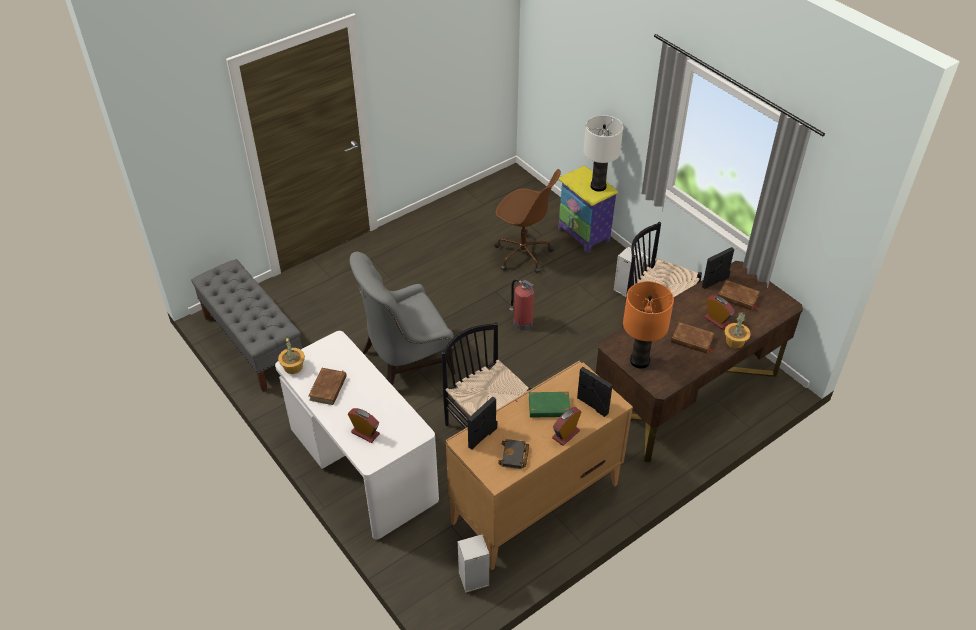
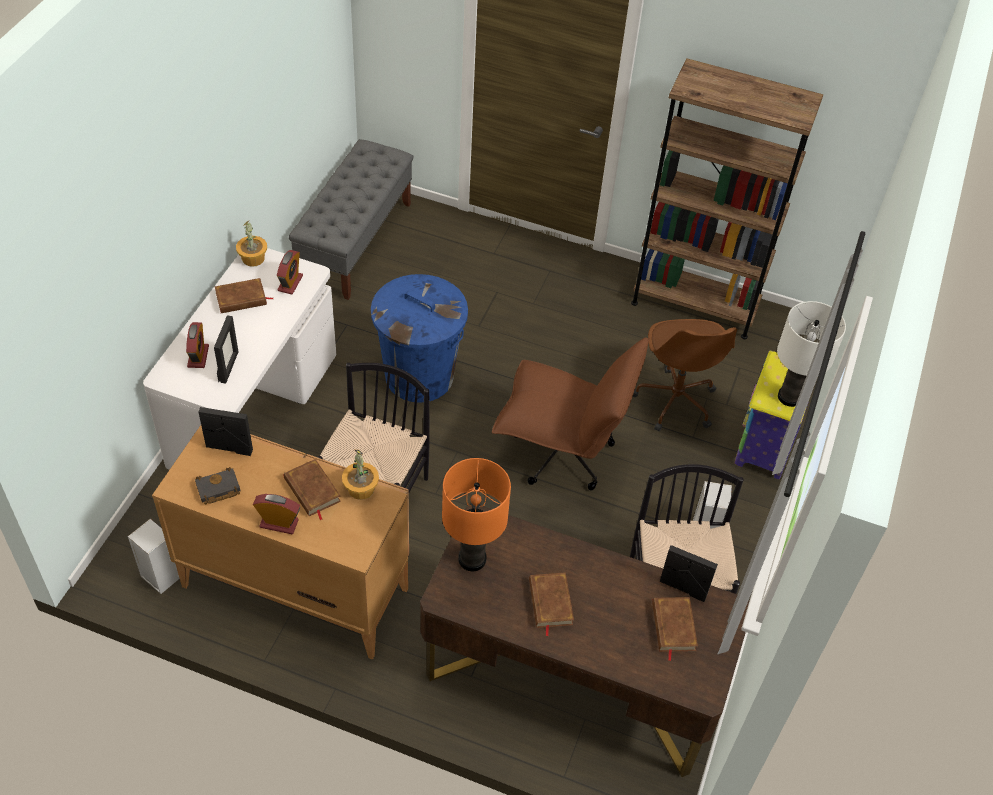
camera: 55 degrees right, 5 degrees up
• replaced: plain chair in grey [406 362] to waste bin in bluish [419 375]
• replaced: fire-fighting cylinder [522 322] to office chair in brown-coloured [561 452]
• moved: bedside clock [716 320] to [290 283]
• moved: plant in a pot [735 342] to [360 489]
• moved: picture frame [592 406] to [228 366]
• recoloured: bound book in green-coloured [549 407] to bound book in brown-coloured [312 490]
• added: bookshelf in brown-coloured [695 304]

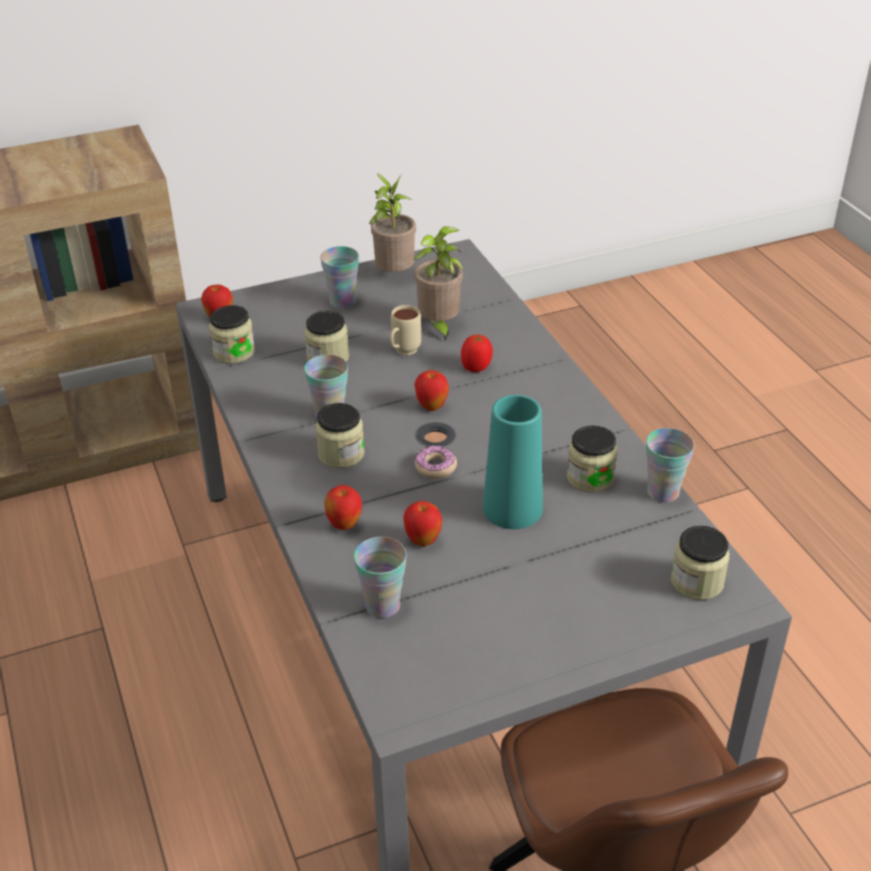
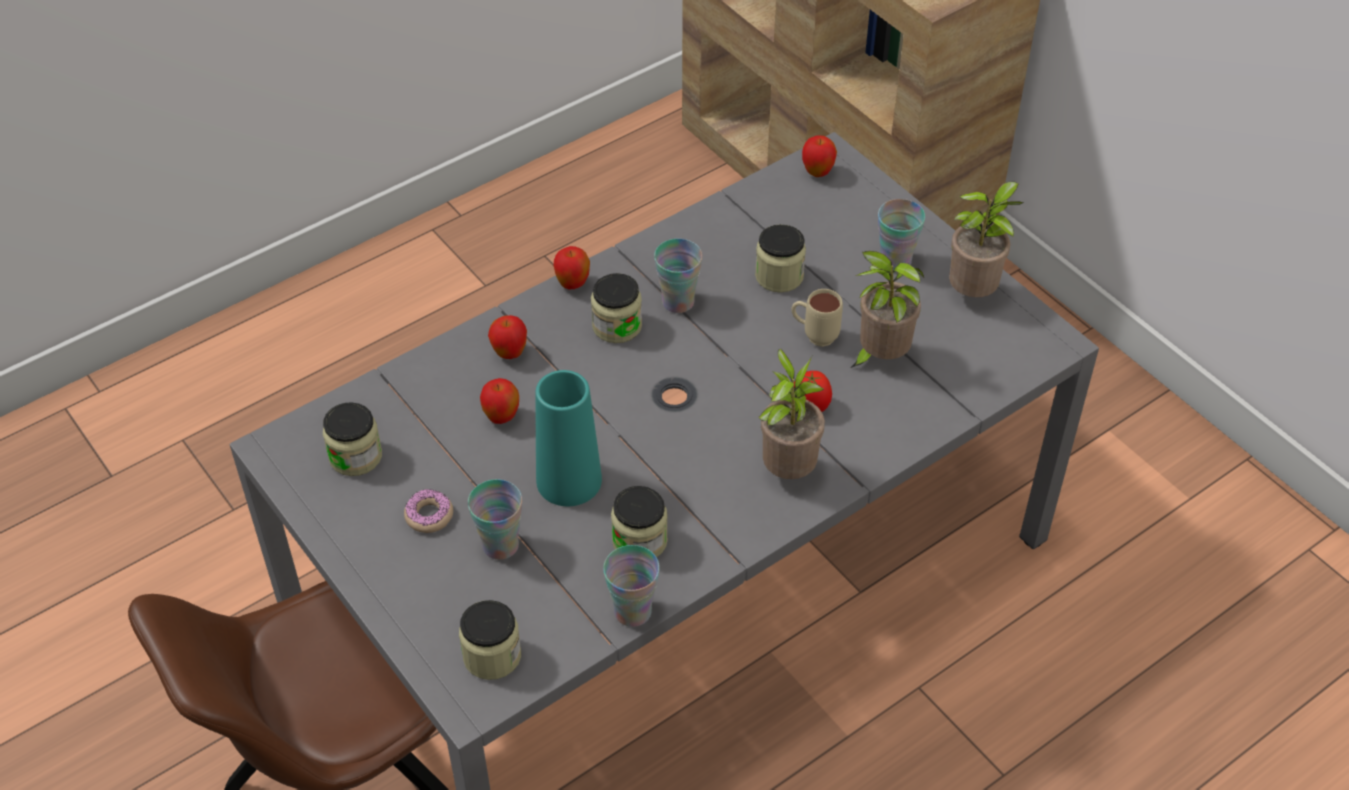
camera: 75 degrees right, 10 degrees up
• moved: jar [234 352] to [355 456]
• moved: whole apple [431 407] to [572 284]
• moved: ring doughnut [435 467] to [429 516]
• moved: drinking cup [382 605] to [500 545]
• added: plant in a pot [787 469]

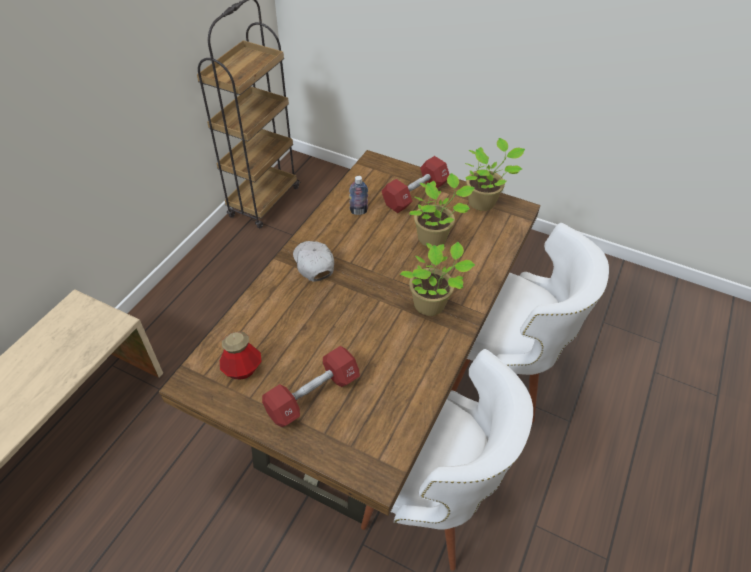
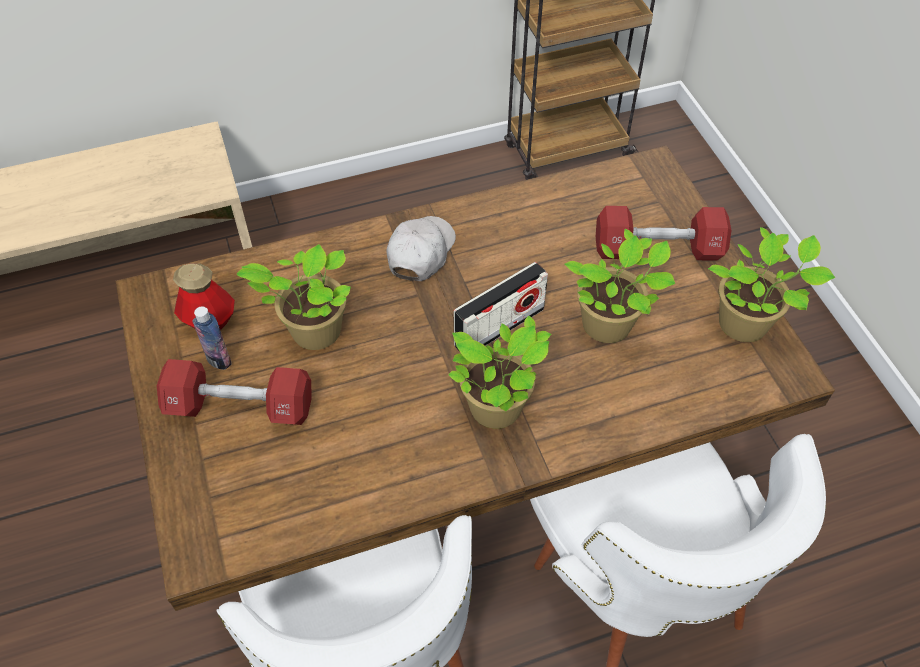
camera: 45 degrees right, 5 degrees up
• moved: drink bottle [358 211] to [218 360]
• added: plant in a pot [312 332]
• added: radio receiver [499 327]

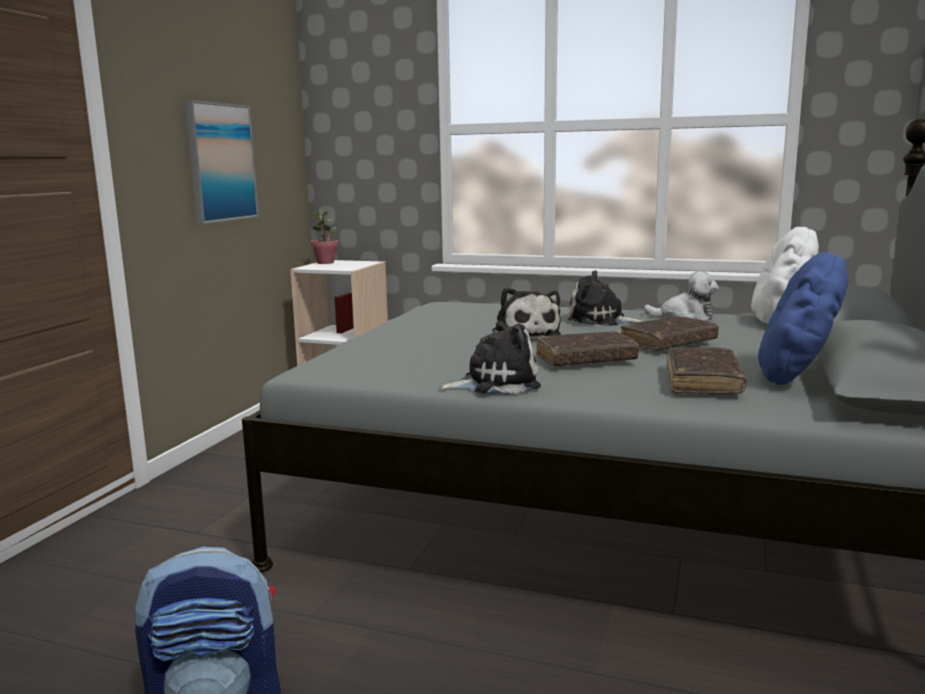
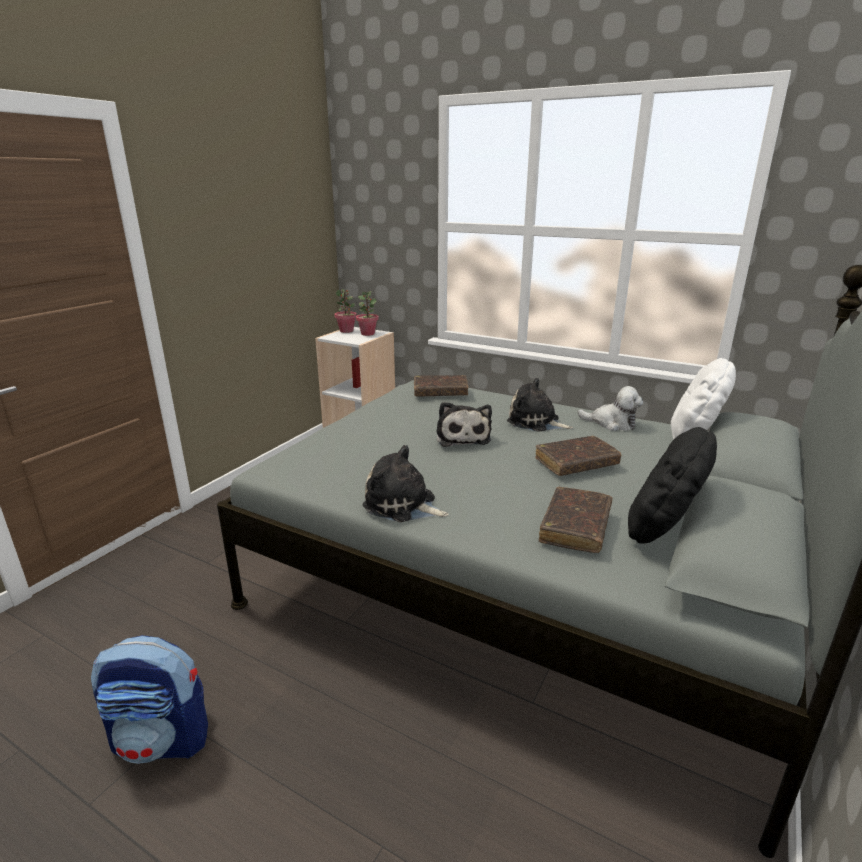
camera: 10 degrees right, 10 degrees up
• removed: wall picture [221 162]
• recoloured: cushion in bluish [795 380] to cushion in blackish [662 533]
• turned: plush toy [496 383] = [403 505] 150 degrees counterclockwise
• moved: bound book in brown-coloured [585 359] to [440 392]
• added: plant in a pot [368 334]

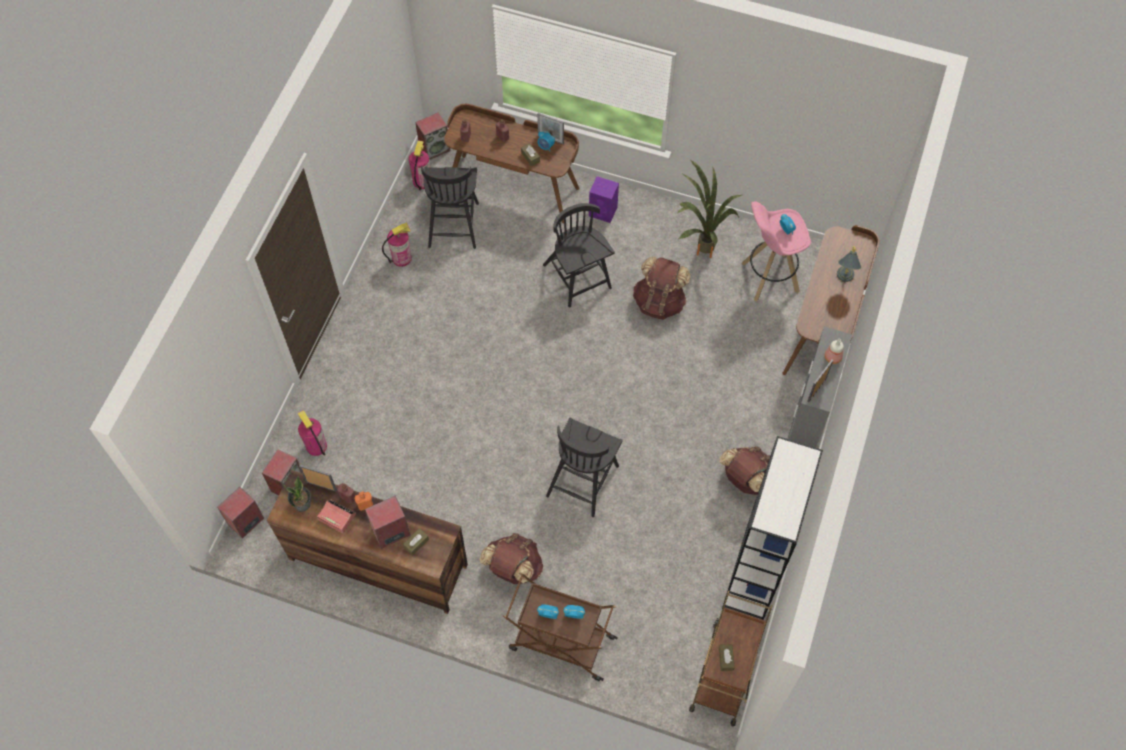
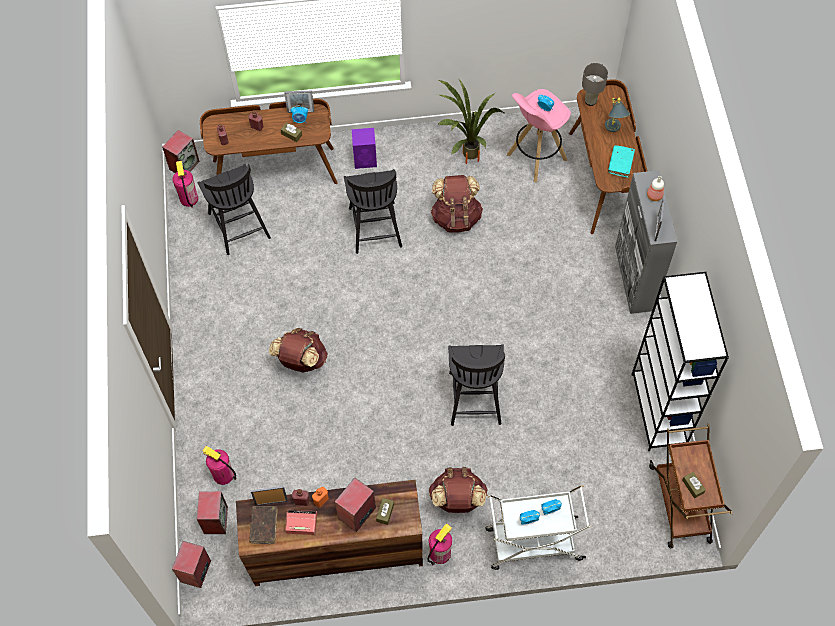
camera: 25 degrees left, 0 degrees up
• turned: plain chair in blackish [578 277] = [375 225] 135 degrees counterclockwise
• moved: fire-fighting cylinder [401 258] to [440 553]
• moved: backpack in brown-coloured [746 479] to [301 361]
• replaced: plant in a pot [302 504] to bound book in brown-coloured [264 526]
• recoloured: trolley in brown-coloured [561 643] to trolley in white-coloured [533 544]
• added: tabletop lamp in grey [591 101]
• added: bound book in turquoise [620 163]

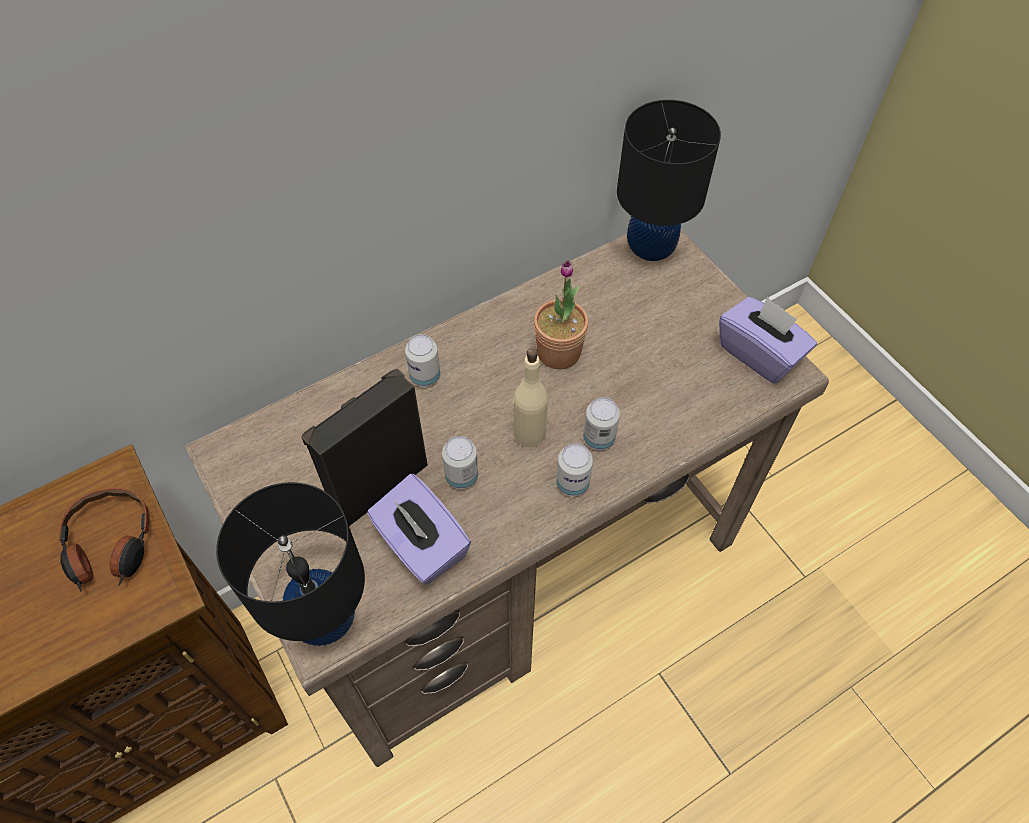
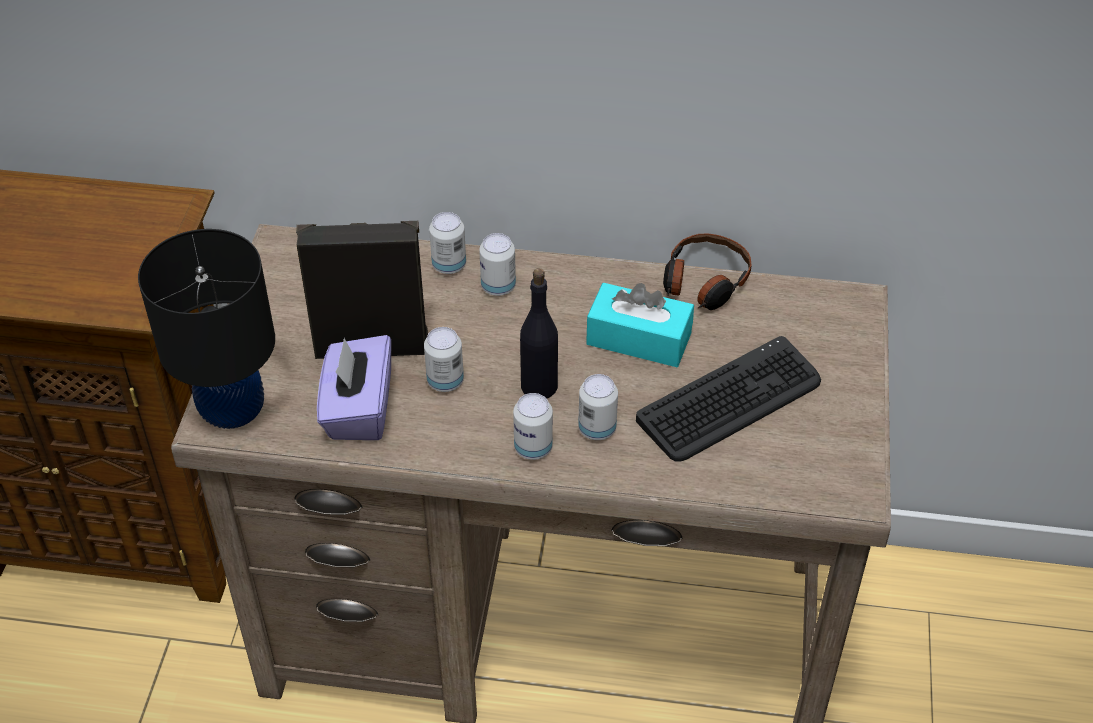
camera: 40 degrees right, 10 degrees down
• removed: tabletop lamp in blackish [651 250]
• replaced: plant in a pot [558 352] to tissue holder in turquoise [639 339]
• removed: tissue holder in purple-coloured [759 353]
• recoloured: drink bottle in beige [529 433] to drink bottle in blackish [539 386]
• moved: headphones [110 545] to [704 282]
• added: metal can [449 265]
• added: computer keyboard [730 401]

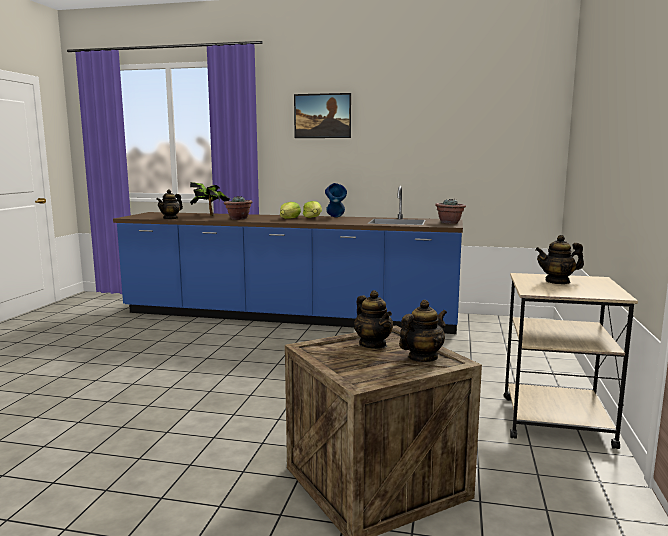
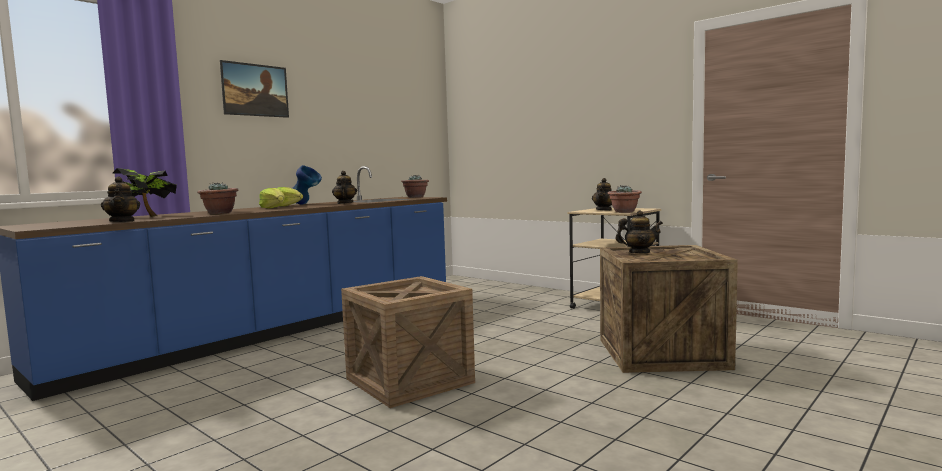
camera: 60 degrees left, 5 degrees down
• moved: teapot [422 358] to [344 203]
• added: plant in a pot [624 212]
• added: crate [409 381]

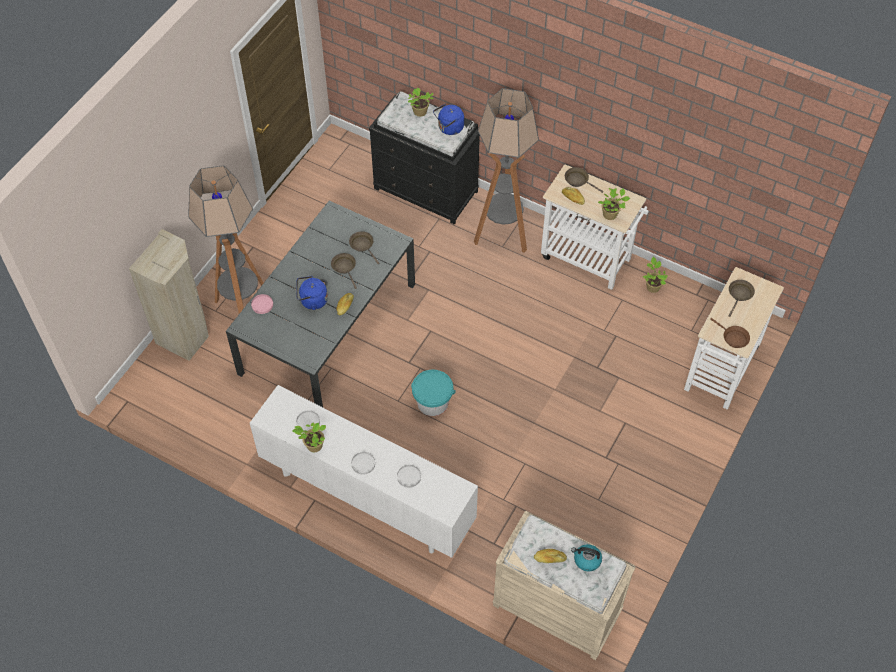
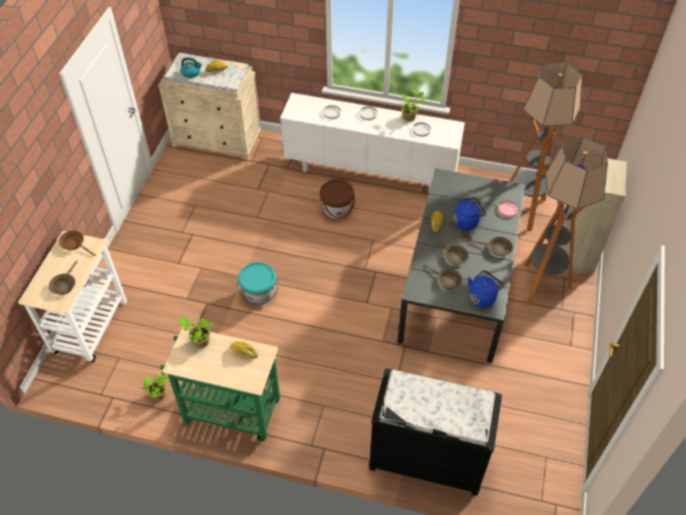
camera: 165 degrees right, 5 degrees down
• removed: plant in a pot [419 112]
• moved: standard lamp [502 235] to [524 210]
• moved: water kettle in bluish [449 128] to [482 297]
• recoloured: trolley in white-coloured [587 259] to trolley in green-coloured [231 412]
• moved: skillet in brown-coloured [578 180] to [497 248]
• moved: bucket in turquoise [432 402] to [259 293]
• added: bucket in brown-coloured [337 209]

